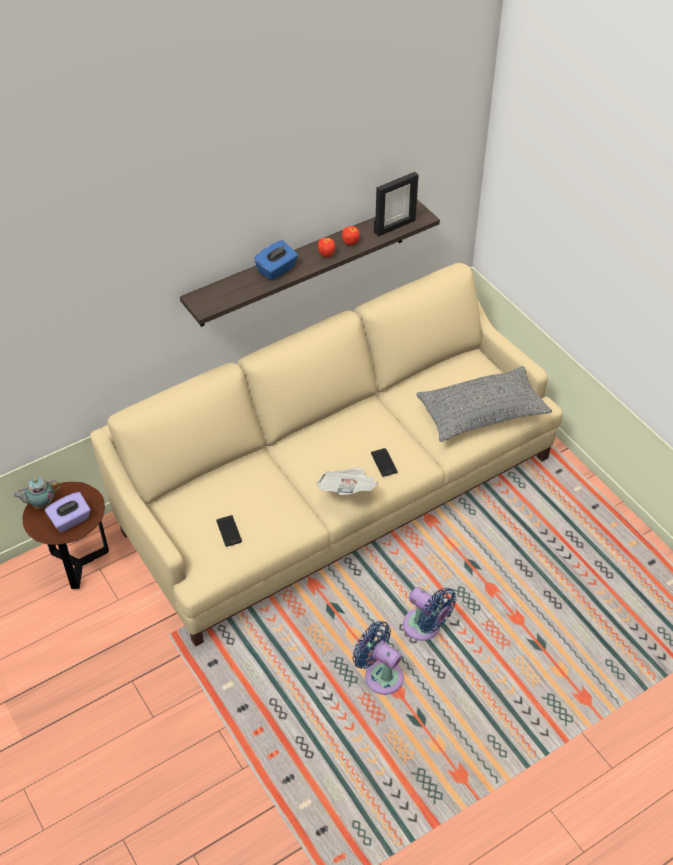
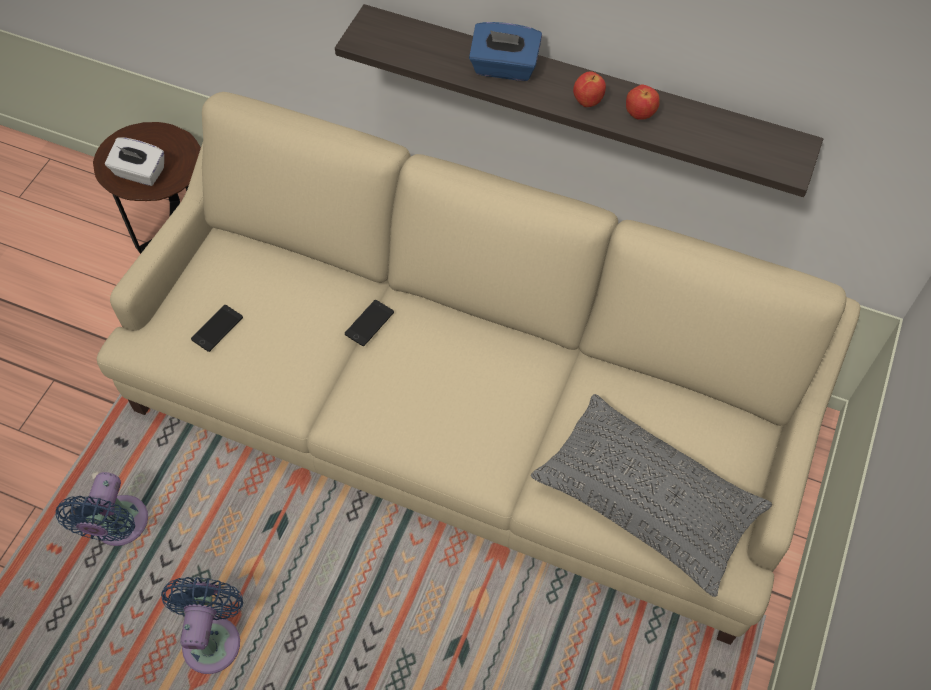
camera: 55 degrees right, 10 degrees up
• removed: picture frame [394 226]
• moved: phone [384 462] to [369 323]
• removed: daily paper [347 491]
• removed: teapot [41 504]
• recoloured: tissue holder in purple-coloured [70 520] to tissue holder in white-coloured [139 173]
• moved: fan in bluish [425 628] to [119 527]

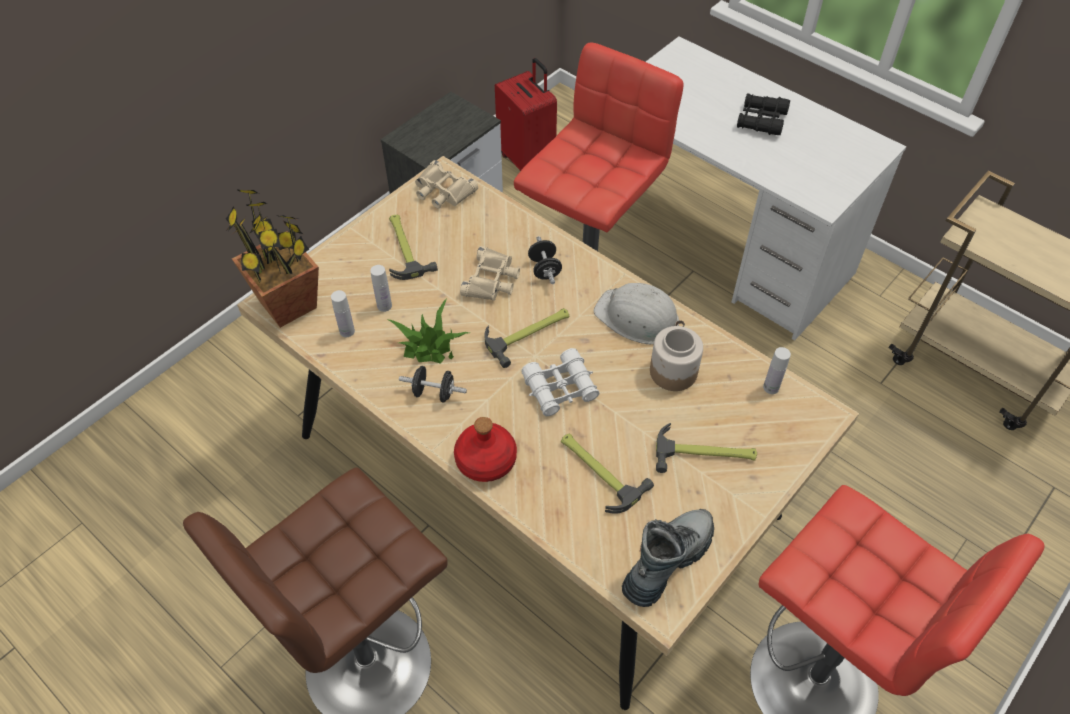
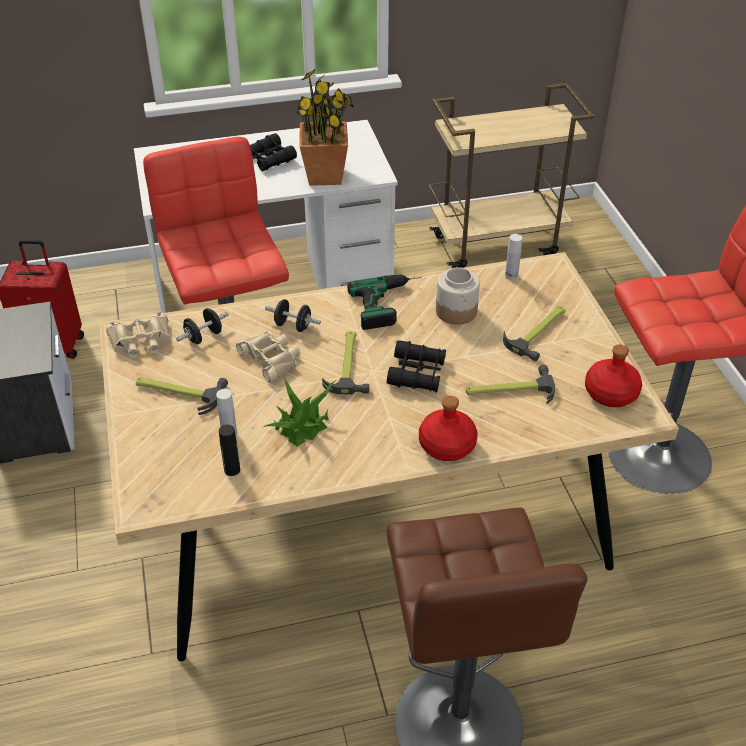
camera: 55 degrees left, 10 degrees down
• moved: plant in a pot [289 304] to [325 176]
• replaced: hard hat in white-coloured [638 318] to drill [391 303]
• recoloured: drink bottle in white-coloured [347 331] to drink bottle in blackish [232 470]
• recoloured: pair of binoculars in white-coloured [560 388] to pair of binoculars in blackish [417 373]
• moved: dumbbell in blackish [434 393] to [204 336]
• replaced: high-top boot [667 561] to drink bottle in red-coloured [610 393]

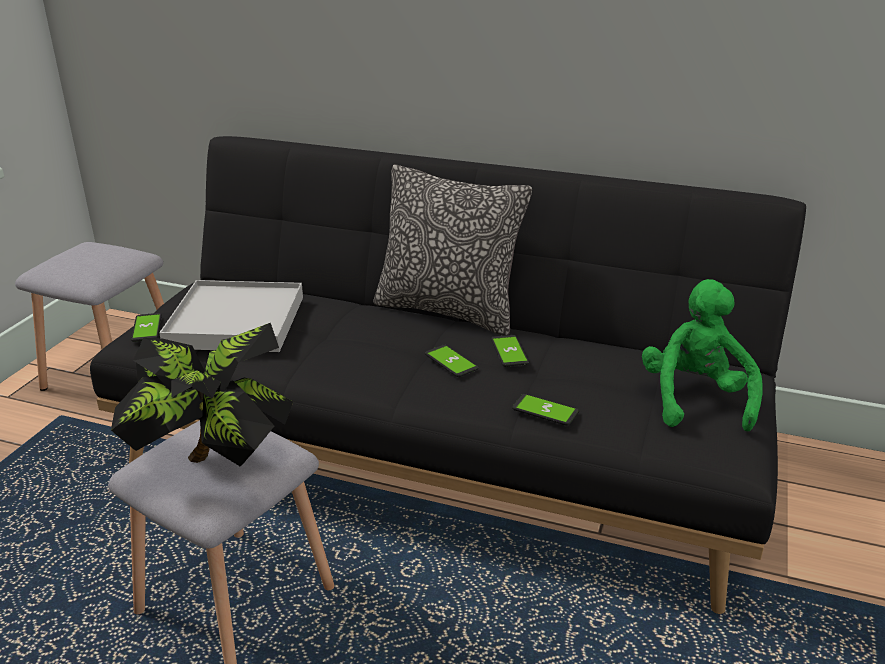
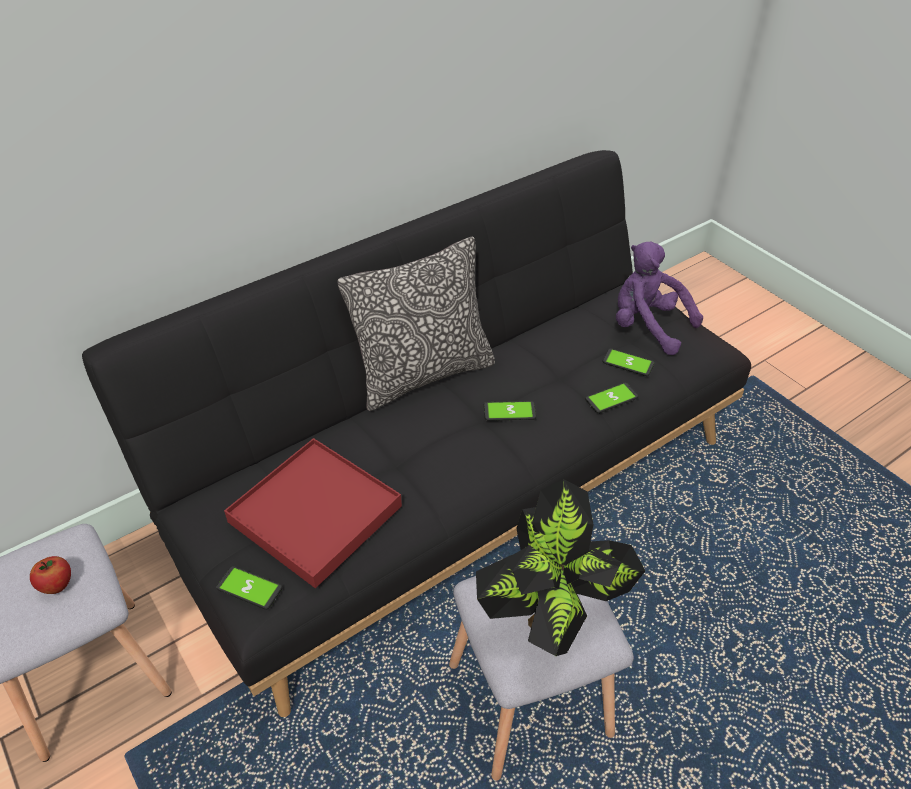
camera: 55 degrees left, 15 degrees up
• recoloured: plush toy in green-coloured [694 399] to plush toy in purple-coloured [647 326]
• recoloured: serving tray in white-coloured [236 321] to serving tray in red-coloured [314 514]
• moved: phone [509 352] to [628 363]
• added: whole apple [57 585]

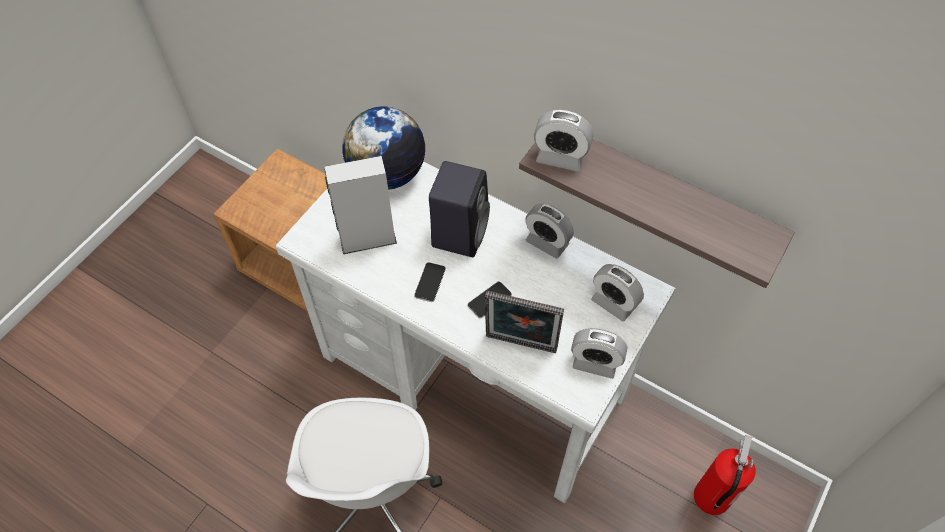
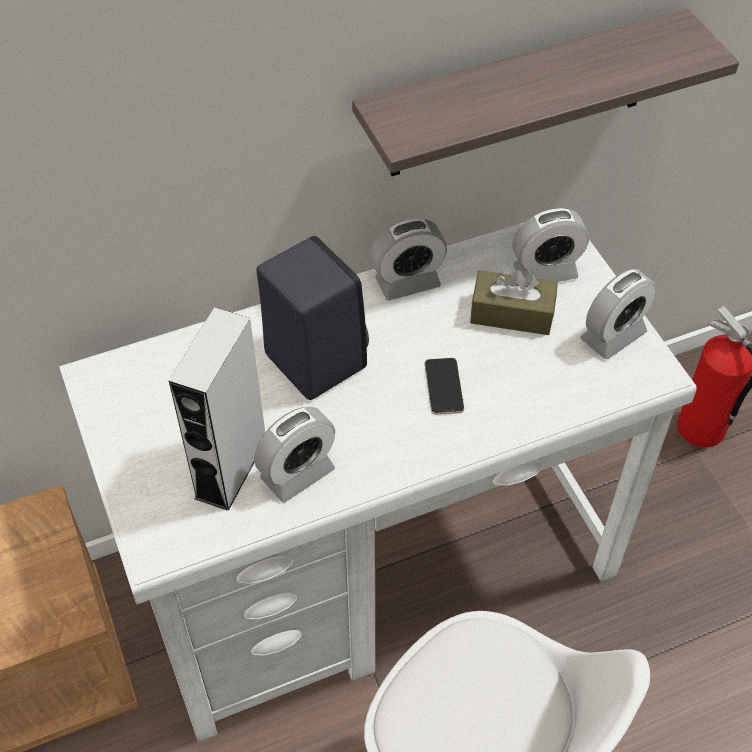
camera: 55 degrees left, 5 degrees down
• removed: desk globe [387 174]
• moved: bedside clock [560 157] to [297 473]
• removed: phone [430 282]
• removed: picture frame [520 346]
• added: tissue holder in brown-coloured [512 314]

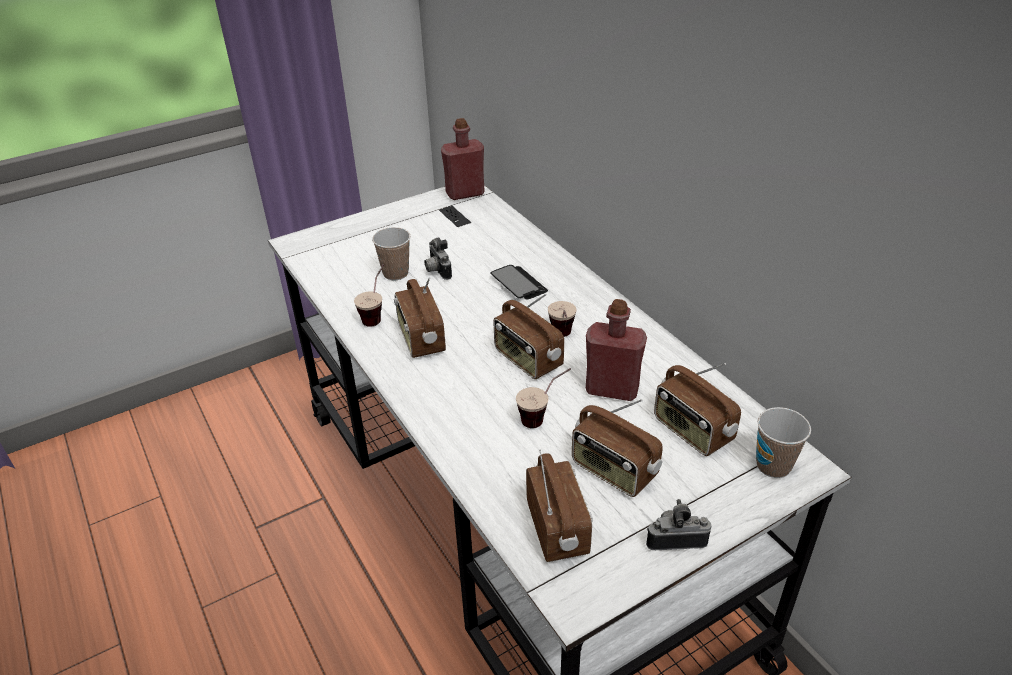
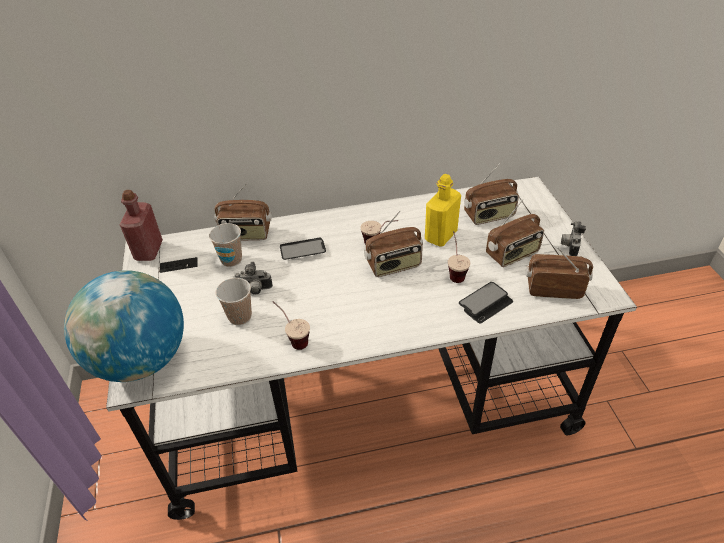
camera: 70 degrees left, 5 degrees up
• moved: radio receiver [420 339] to [246 234]
• recoloured: drink bottle in red-coloured [612 389] to drink bottle in yellow [440 236]
• moved: drinking cup [773 466] to [231 260]
• added: desk globe [141 360]
• added: phone [485 303]

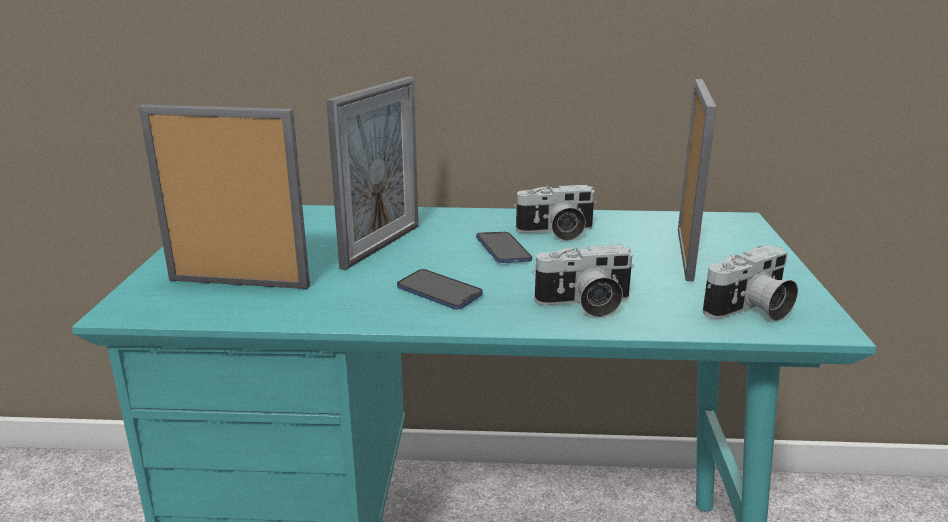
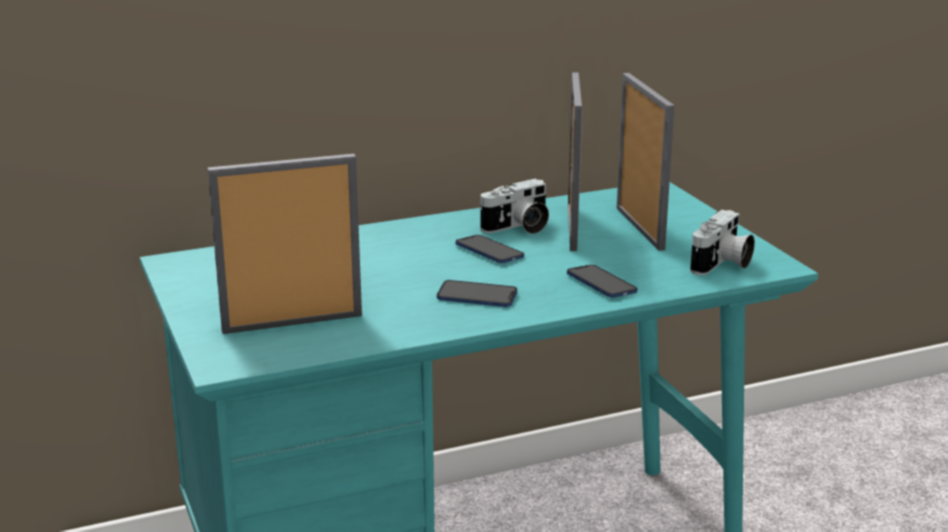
camera: 25 degrees left, 0 degrees up
• moved: picture frame [381 246] to [572 228]
• replaced: still camera [585 304] to phone [601 283]

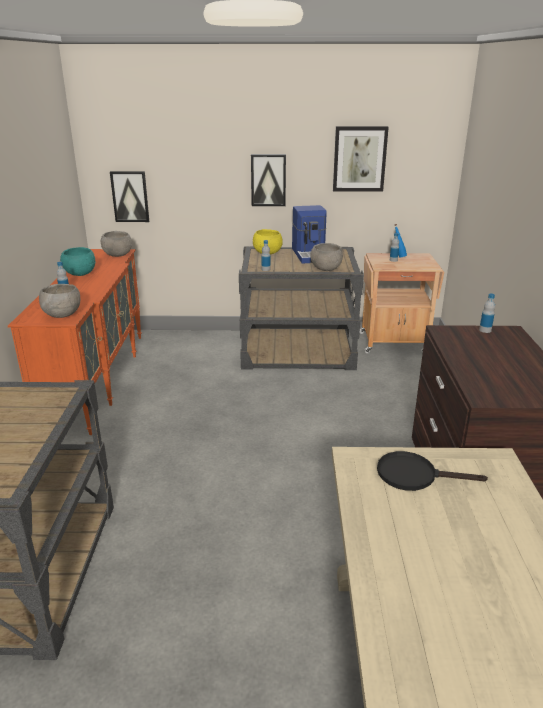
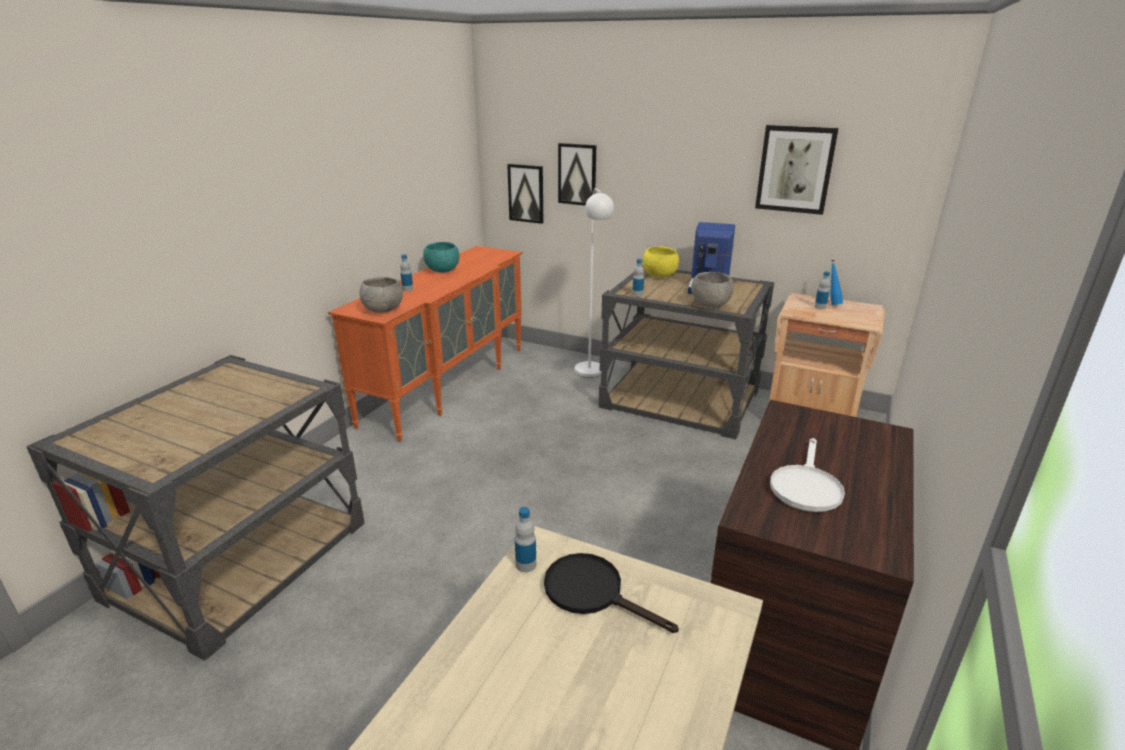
camera: 25 degrees right, 0 degrees up
• moved: wall picture [268 180] to [577 174]
• removed: serving bowl in grey [117 255]
• moved: drink bottle [485 330] to [526 564]
• added: standard lamp in white-coloured [591 375]
• added: skillet in white-coloured [805 486]

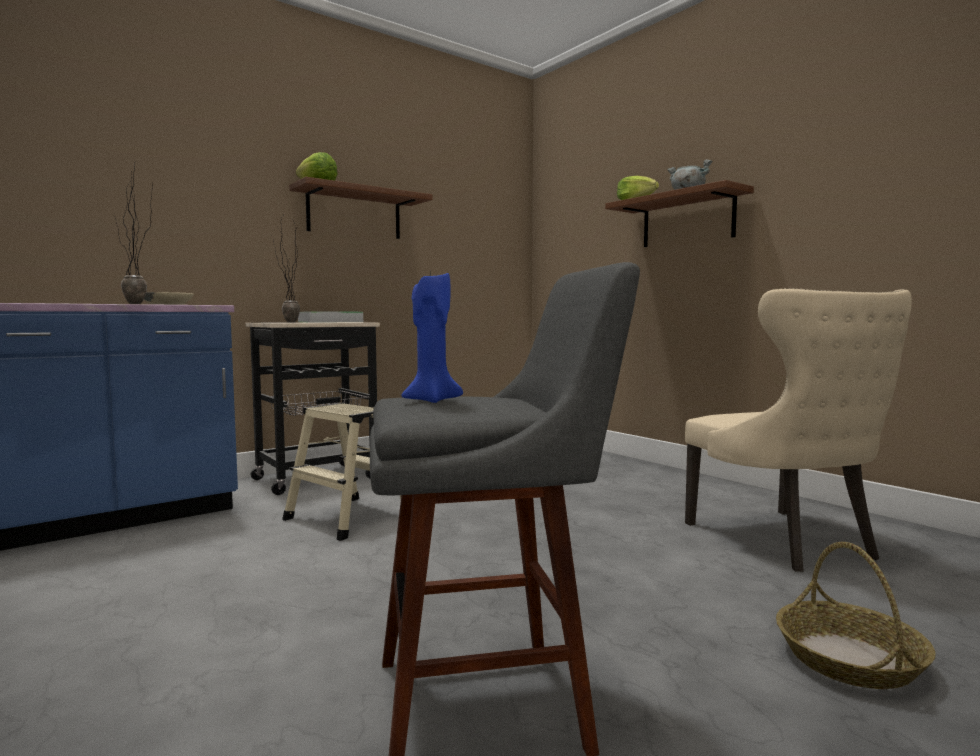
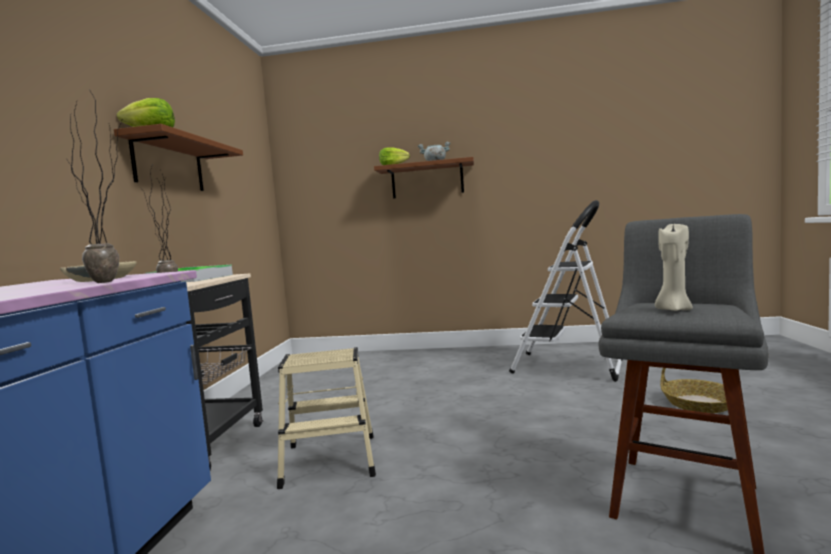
camera: 45 degrees left, 0 degrees up
• recoloured: wax candle in bluish [431 400] to wax candle in beige [673 309]
• replaced: plain chair in beige [787 541] to step stool [570 367]

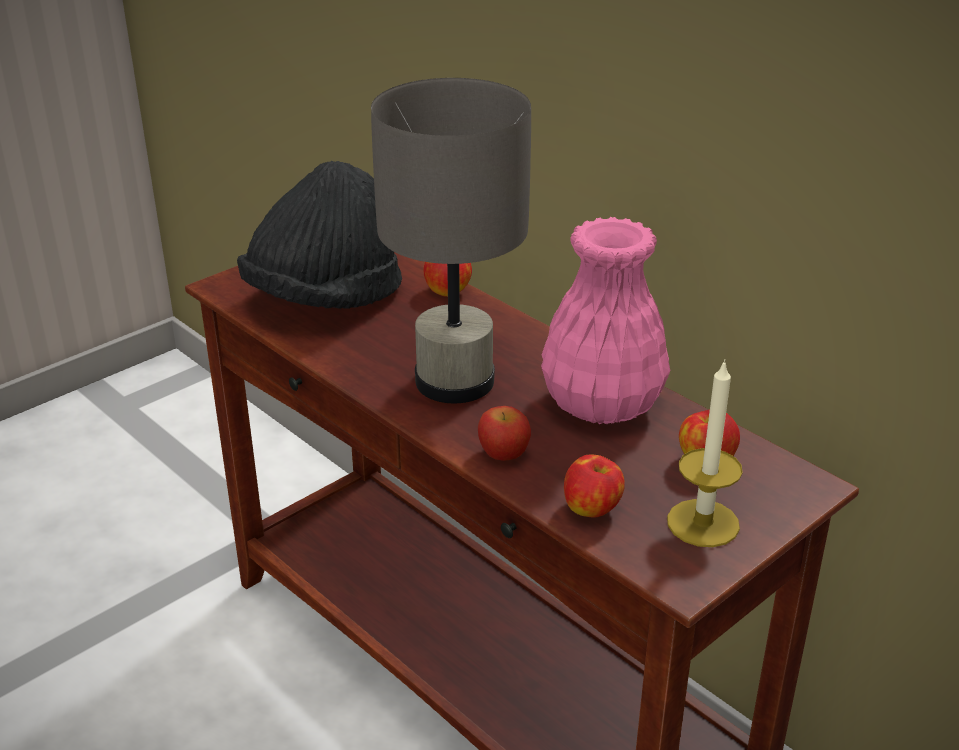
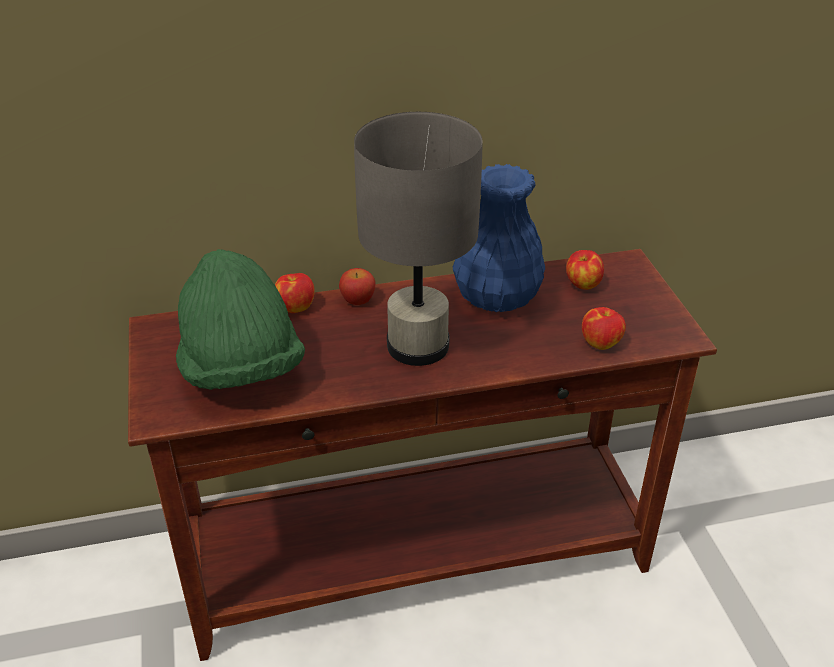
camera: 60 degrees left, 5 degrees up
• recoloured: clothing hat in blackish [324 298] to clothing hat in green-coloured [241 369]
• recoloured: flower vase in pinkish [600 404] to flower vase in bluish [496 298]
• removed: wax candle [703 523]
• moved: whole apple [503 454] to [358 301]

